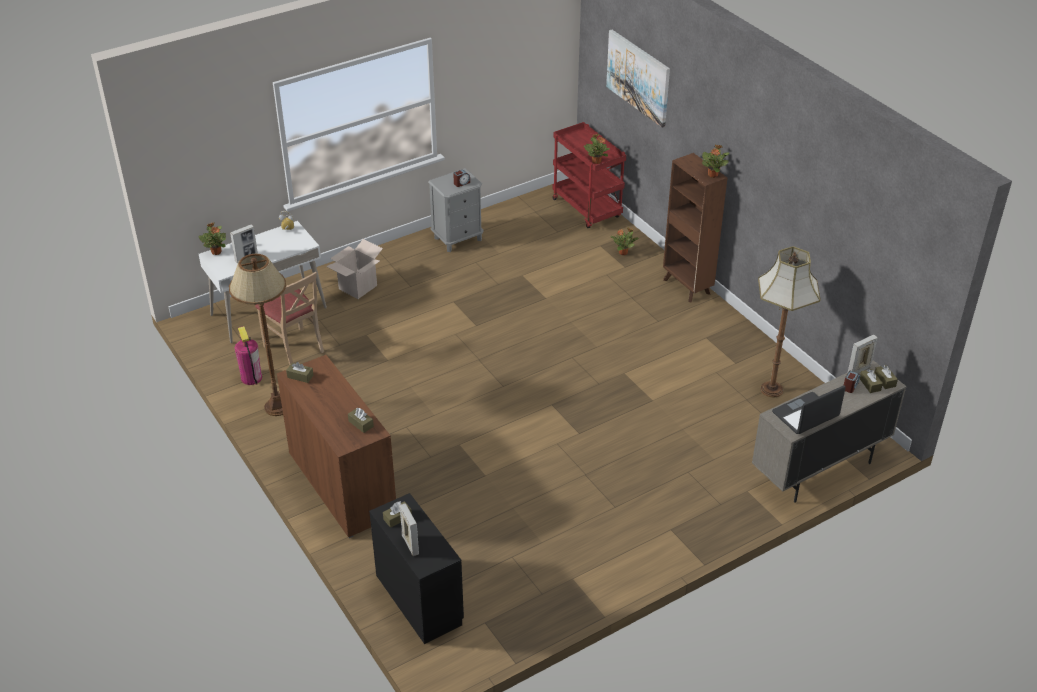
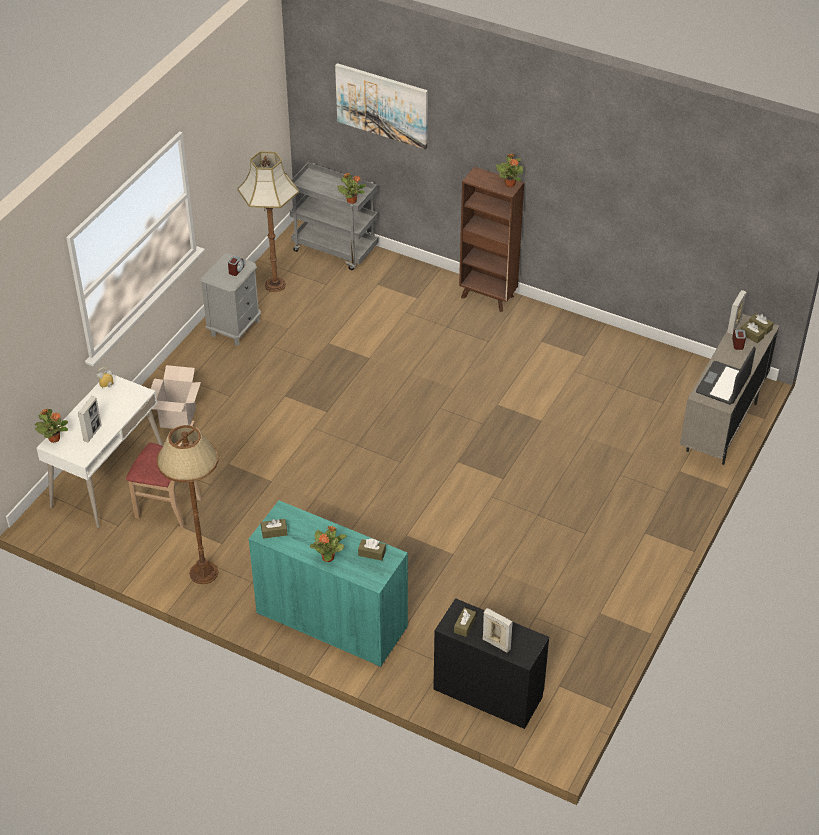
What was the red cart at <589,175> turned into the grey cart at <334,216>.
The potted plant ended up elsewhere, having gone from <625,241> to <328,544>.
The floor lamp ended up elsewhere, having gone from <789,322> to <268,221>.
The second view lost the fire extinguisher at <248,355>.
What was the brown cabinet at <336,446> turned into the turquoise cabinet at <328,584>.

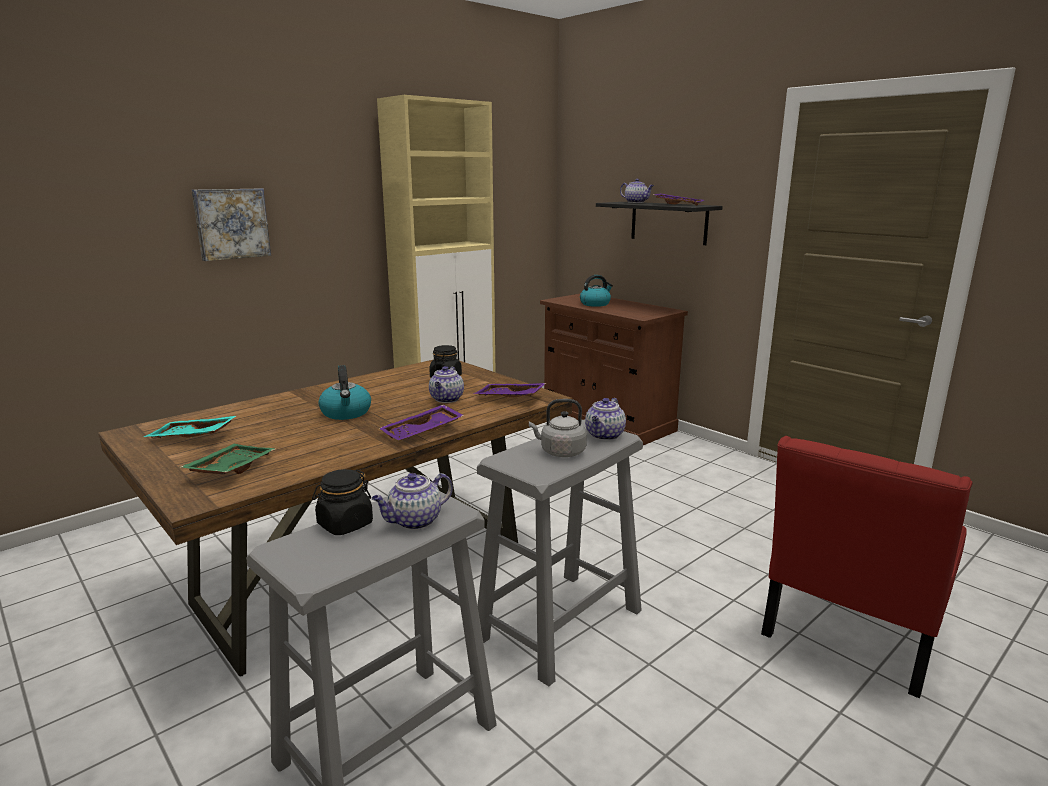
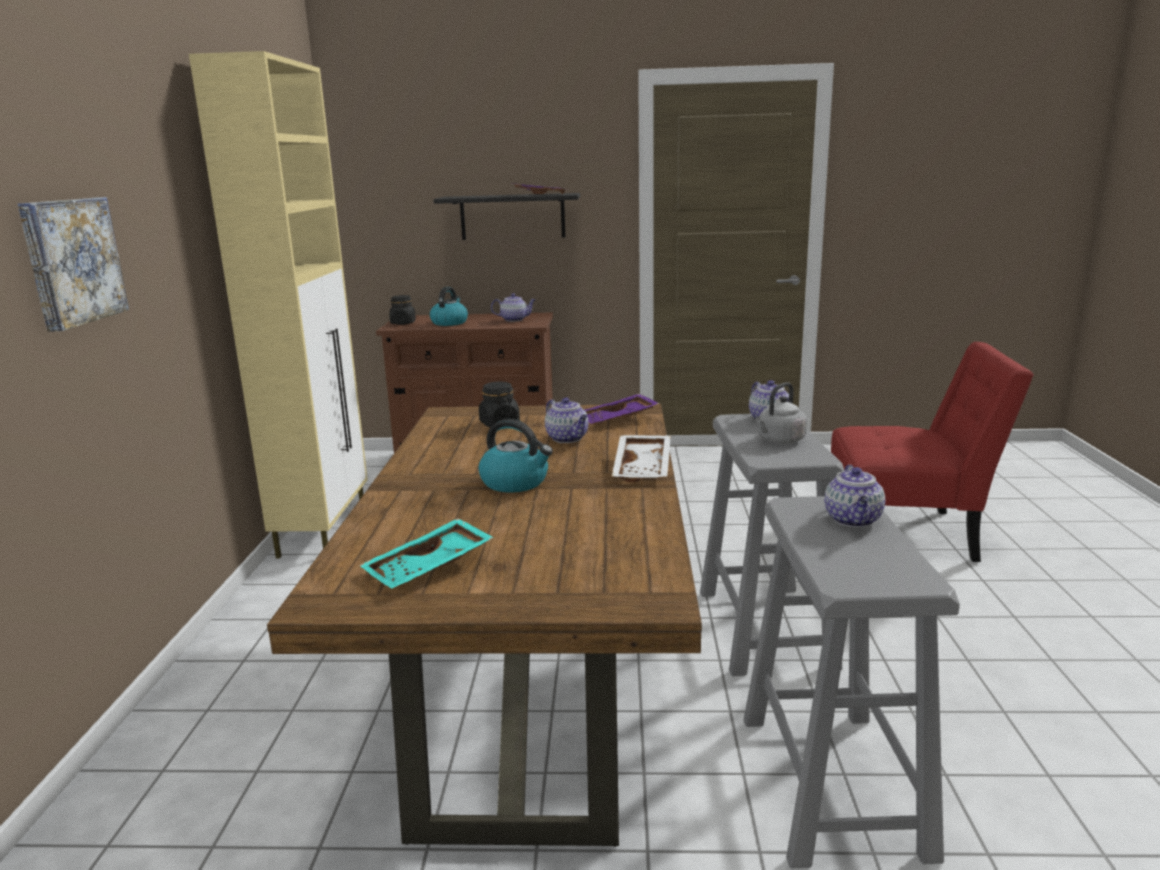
The teapot ended up elsewhere, having gone from <637,191> to <513,307>.
What was the purple tray at <421,423> turned into the white tray at <641,458>.
The red chair at <867,567> ended up facing another way, 75 degrees counterclockwise from before.
The second view lost the green tray at <227,459>.
The black jar ended up elsewhere, having gone from <342,502> to <402,310>.

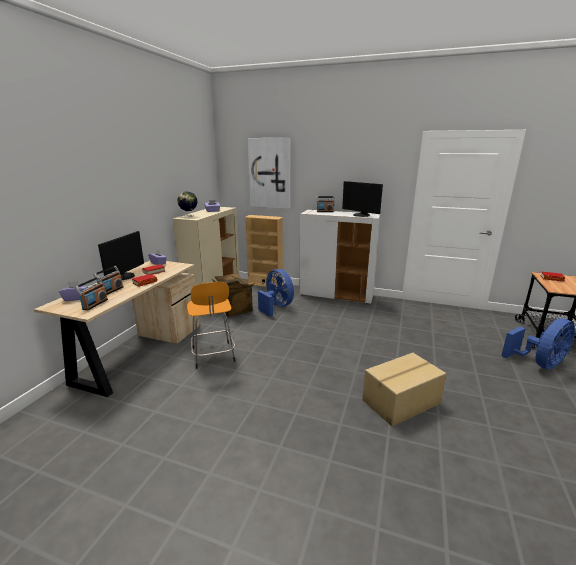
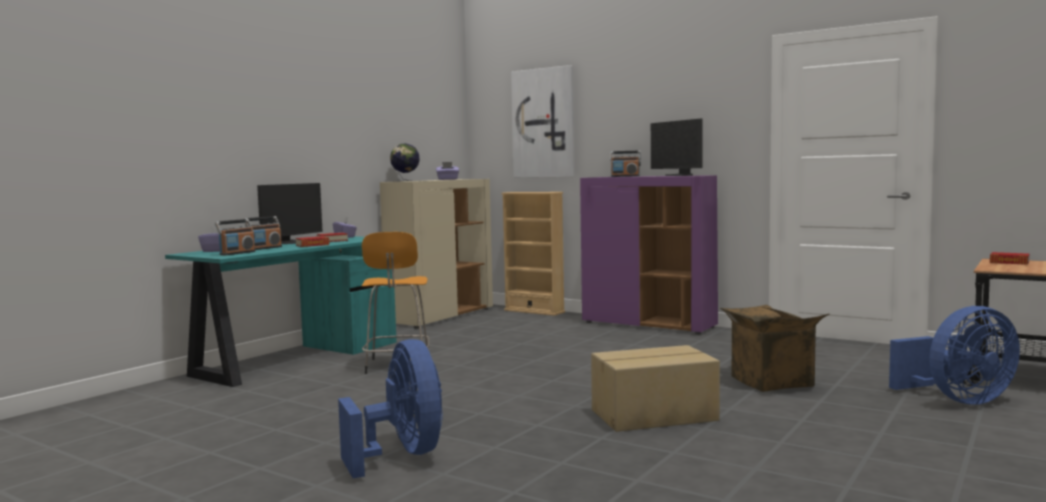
What was the white cabinet at <339,257> turned into the purple cabinet at <649,255>.
What was the beige desk at <116,329> turned into the turquoise desk at <281,311>.
The blue fan ended up elsewhere, having gone from <276,293> to <390,408>.
The cardboard box ended up elsewhere, having gone from <233,295> to <774,348>.

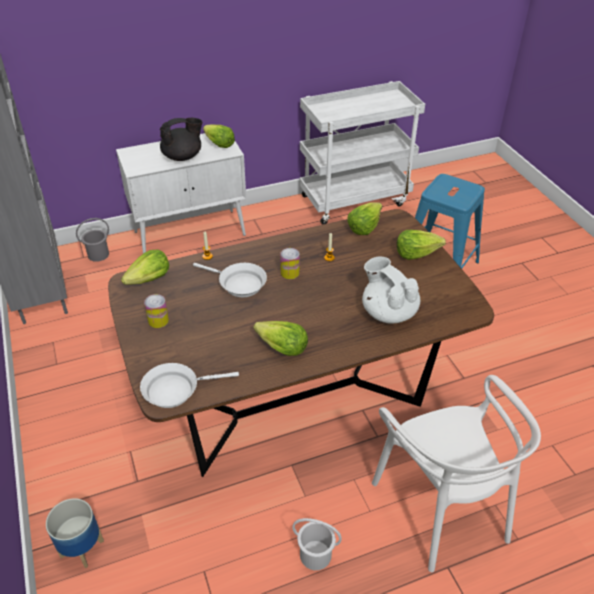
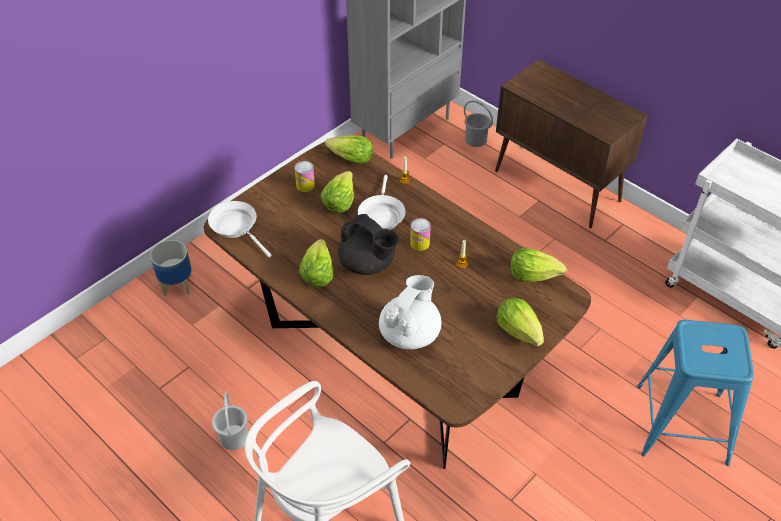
The black teapot ended up elsewhere, having gone from <181,139> to <368,244>.
The lettuce ended up elsewhere, having gone from <219,136> to <337,192>.
What was the white cabinet at <181,193> turned into the brown cabinet at <571,144>.

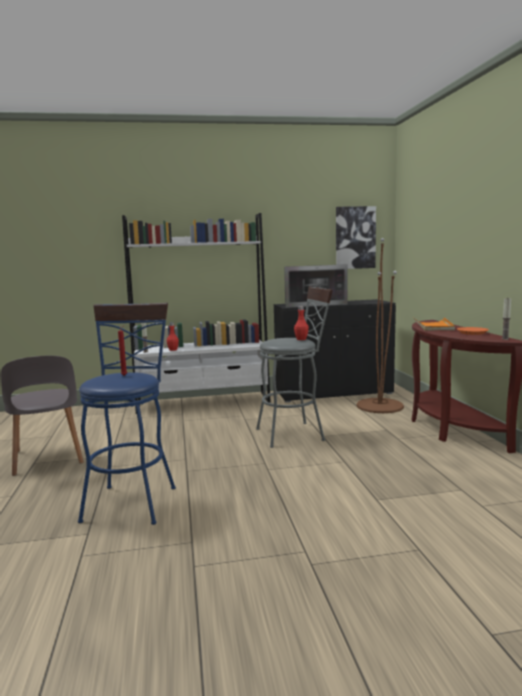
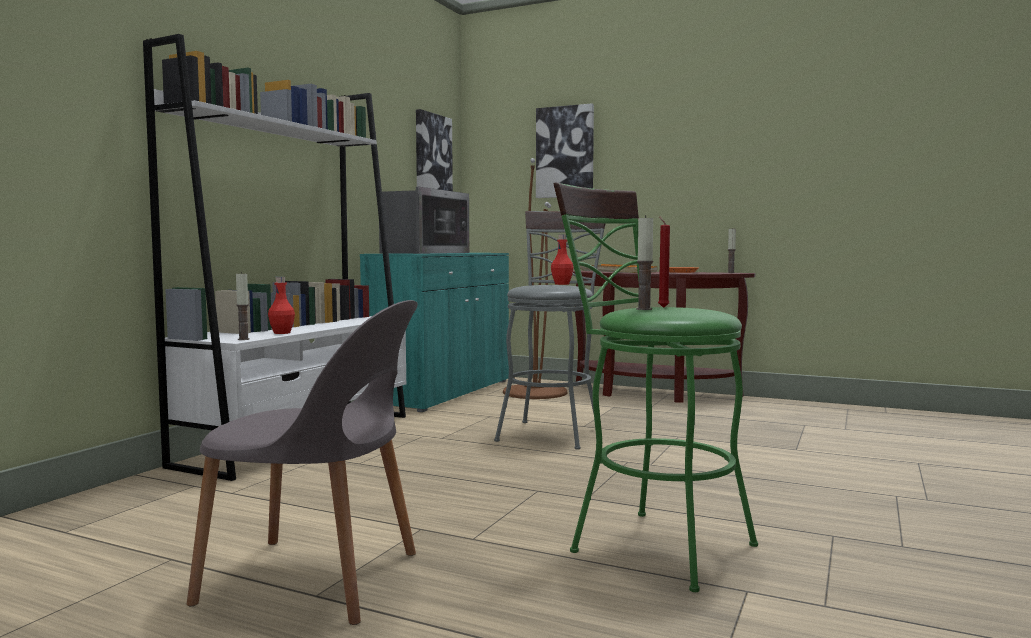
What was the black cabinet at <335,350> turned into the turquoise cabinet at <434,332>.
What was the blue stool at <127,414> turned into the green stool at <655,387>.
The second view gained the picture at <565,150>.
The second view gained the candle at <644,262>.

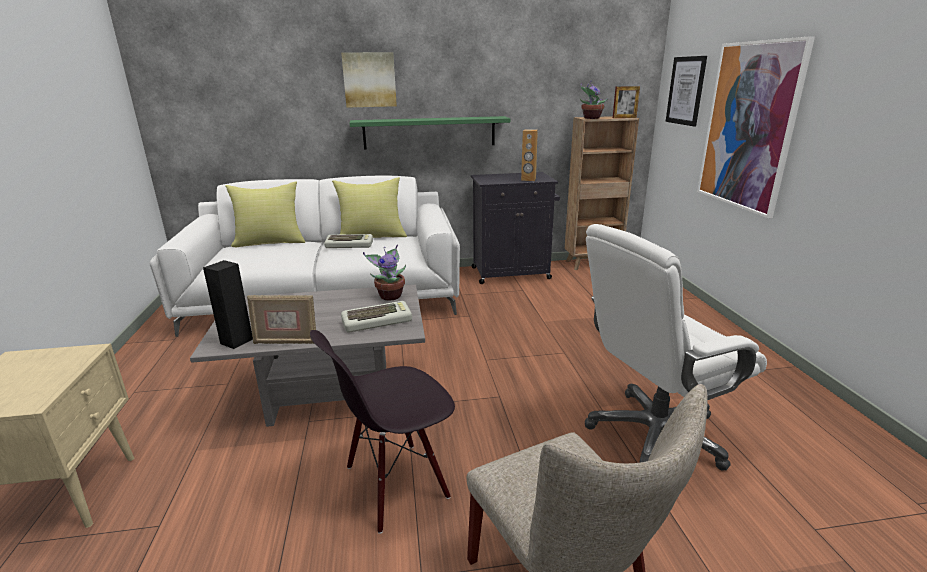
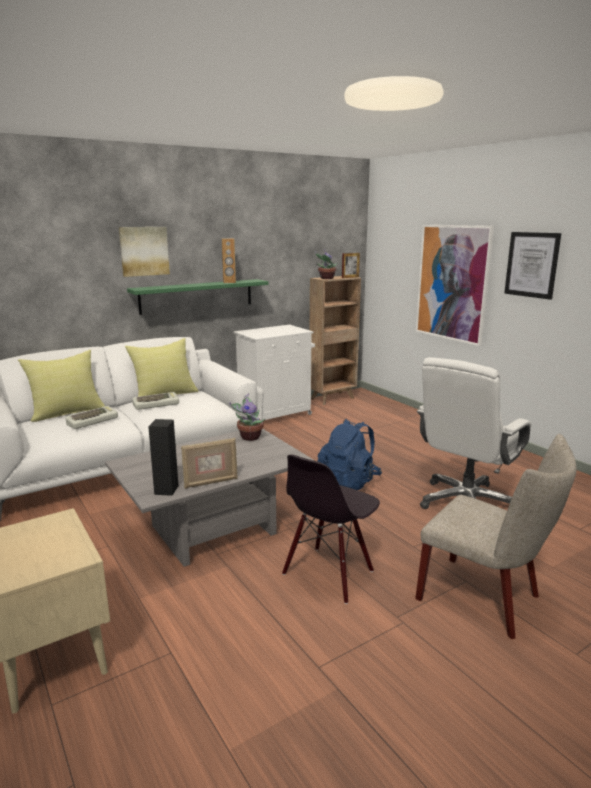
The picture ended up elsewhere, having gone from <686,91> to <532,266>.
The brown speaker ended up elsewhere, having gone from <529,155> to <228,260>.
What was the black cabinet at <515,228> turned into the white cabinet at <274,372>.
The keyboard ended up elsewhere, having gone from <376,317> to <92,417>.
The second view gained the blue backpack at <350,454>.

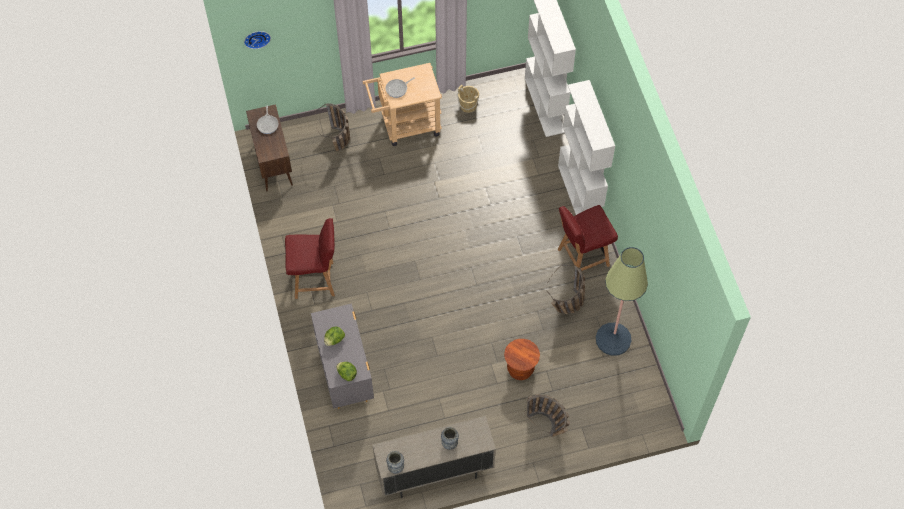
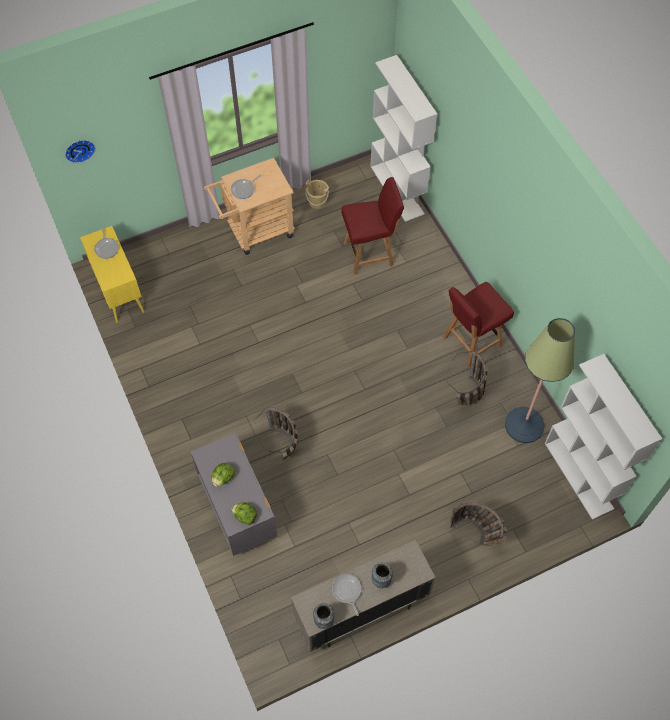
The white bookcase ended up elsewhere, having gone from <586,147> to <603,437>.
The basket ended up elsewhere, having gone from <332,127> to <276,433>.
What was the brown cabinet at <269,147> turned into the yellow cabinet at <112,274>.
The red chair ended up elsewhere, having gone from <310,258> to <372,226>.
The second view lost the brown stool at <522,359>.
The second view gained the frying pan at <346,595>.

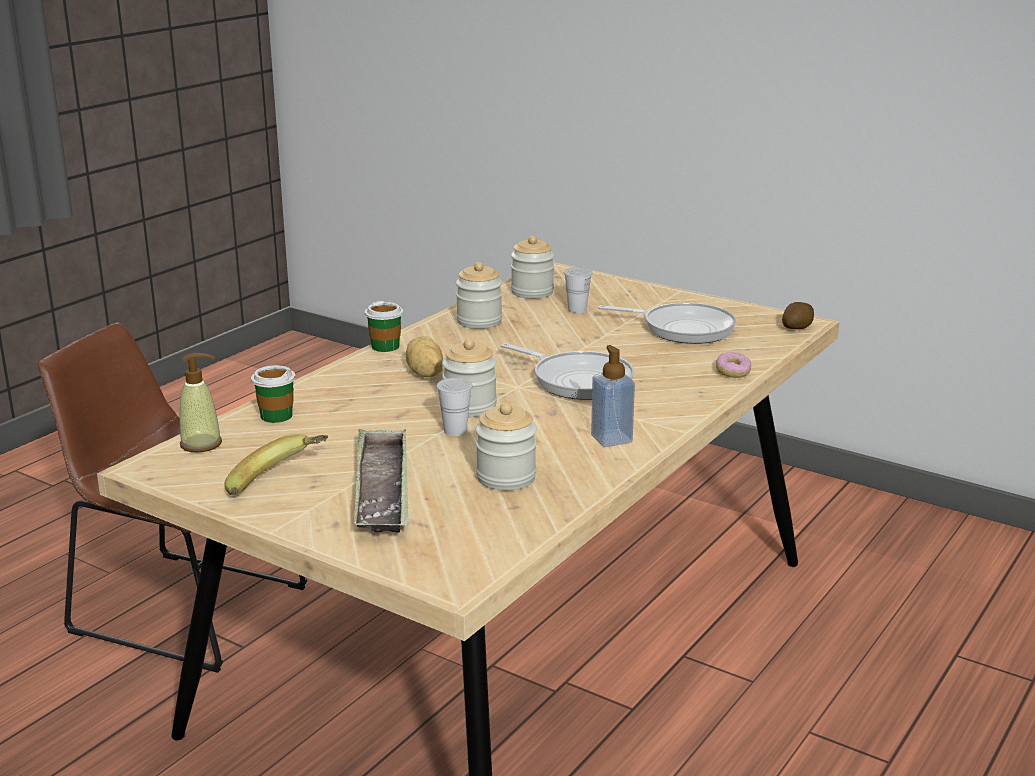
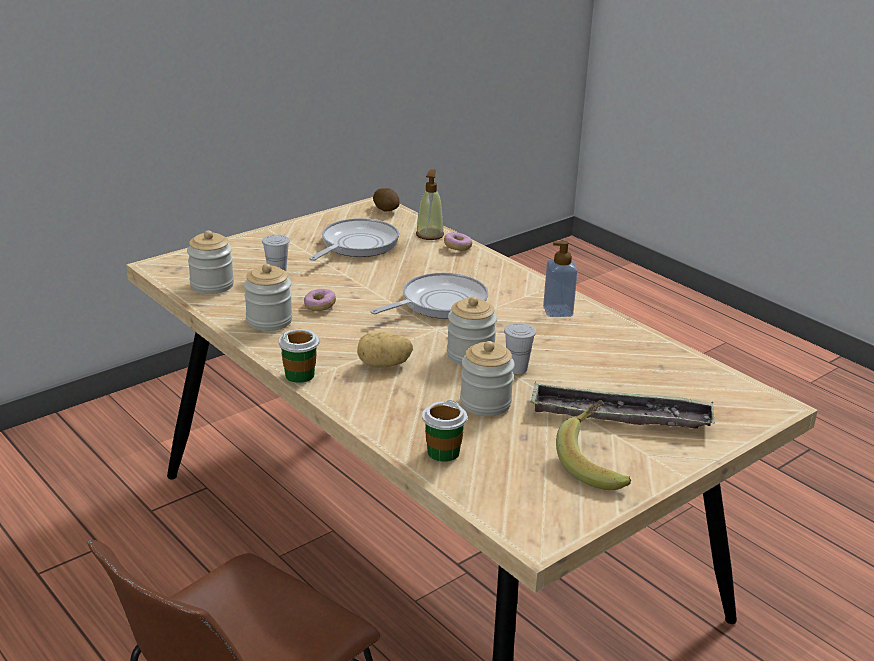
The soap dispenser ended up elsewhere, having gone from <200,403> to <430,204>.
The jar ended up elsewhere, having gone from <506,446> to <487,378>.
The second view gained the donut at <320,300>.

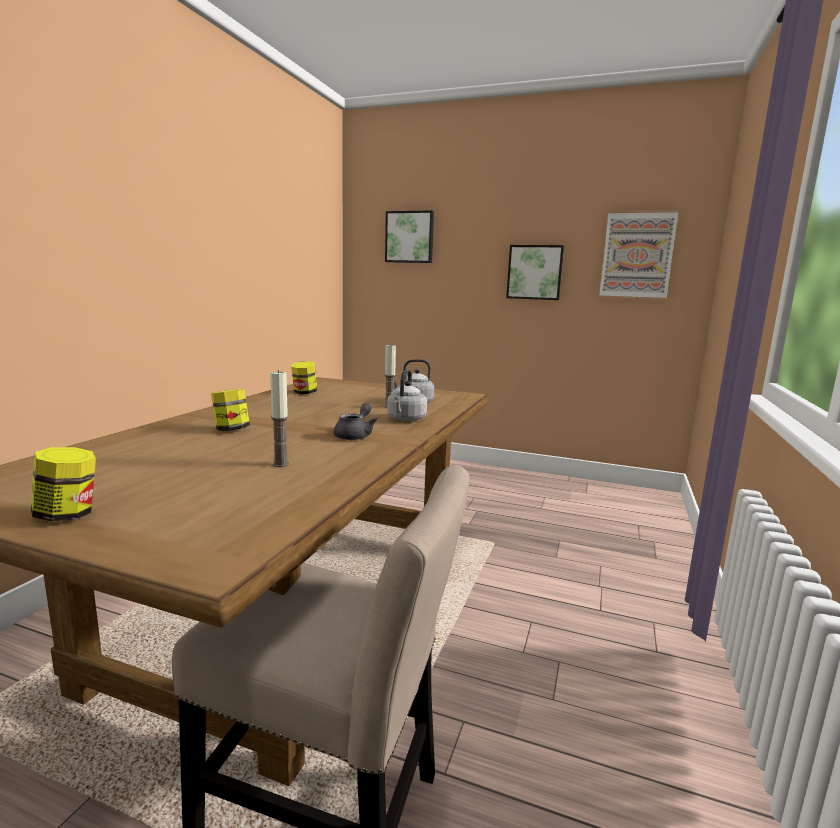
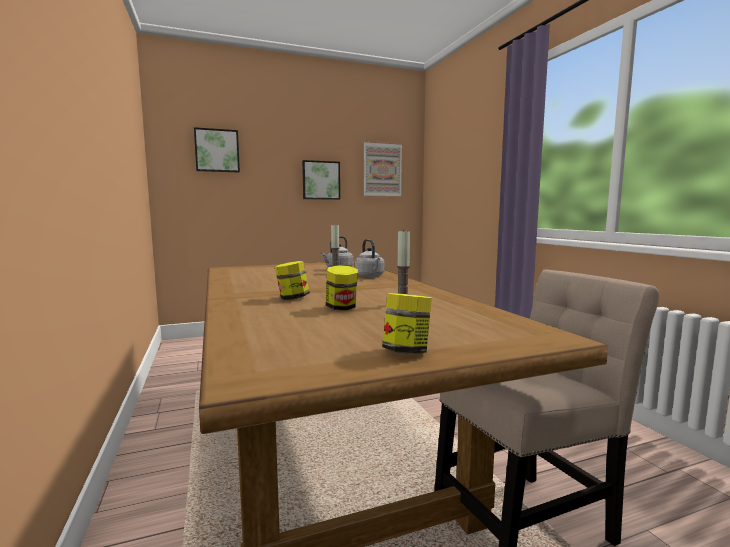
The jar ended up elsewhere, having gone from <304,377> to <342,287>.
The second view lost the grey teapot at <356,421>.

